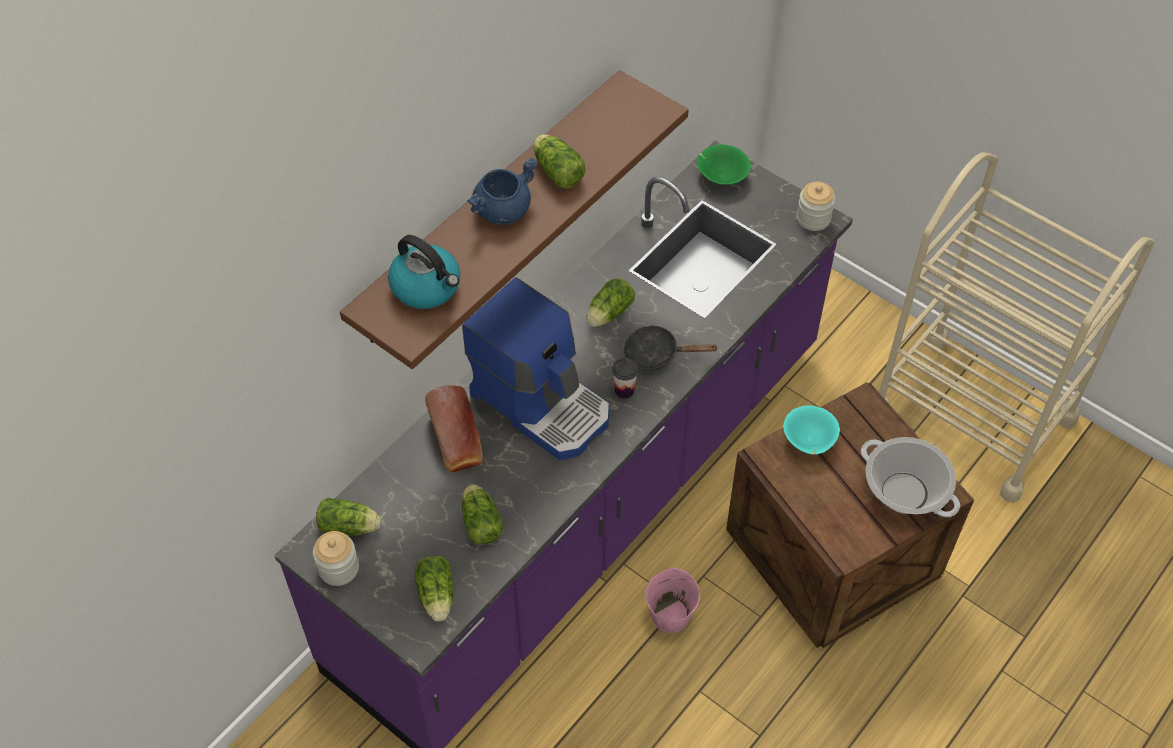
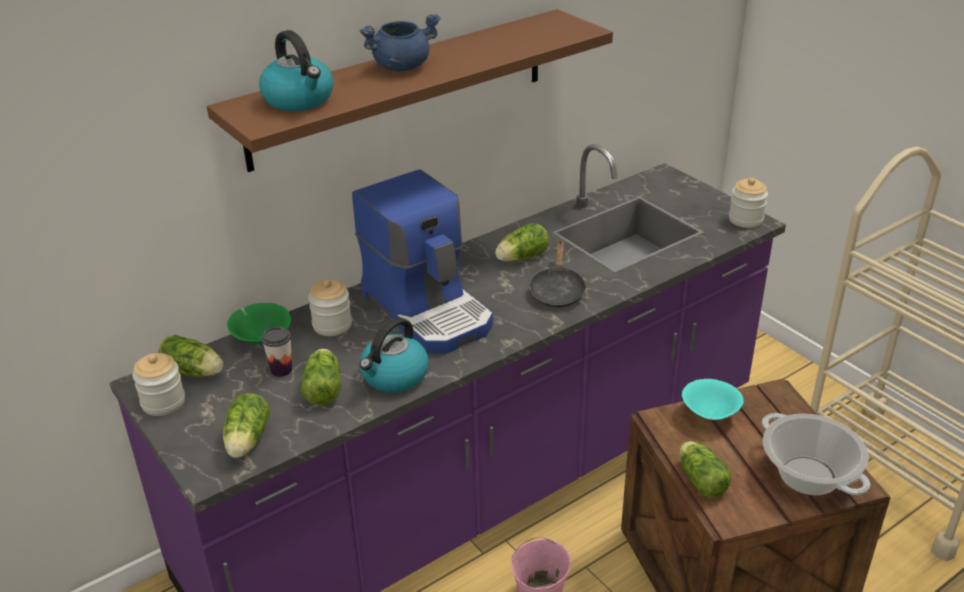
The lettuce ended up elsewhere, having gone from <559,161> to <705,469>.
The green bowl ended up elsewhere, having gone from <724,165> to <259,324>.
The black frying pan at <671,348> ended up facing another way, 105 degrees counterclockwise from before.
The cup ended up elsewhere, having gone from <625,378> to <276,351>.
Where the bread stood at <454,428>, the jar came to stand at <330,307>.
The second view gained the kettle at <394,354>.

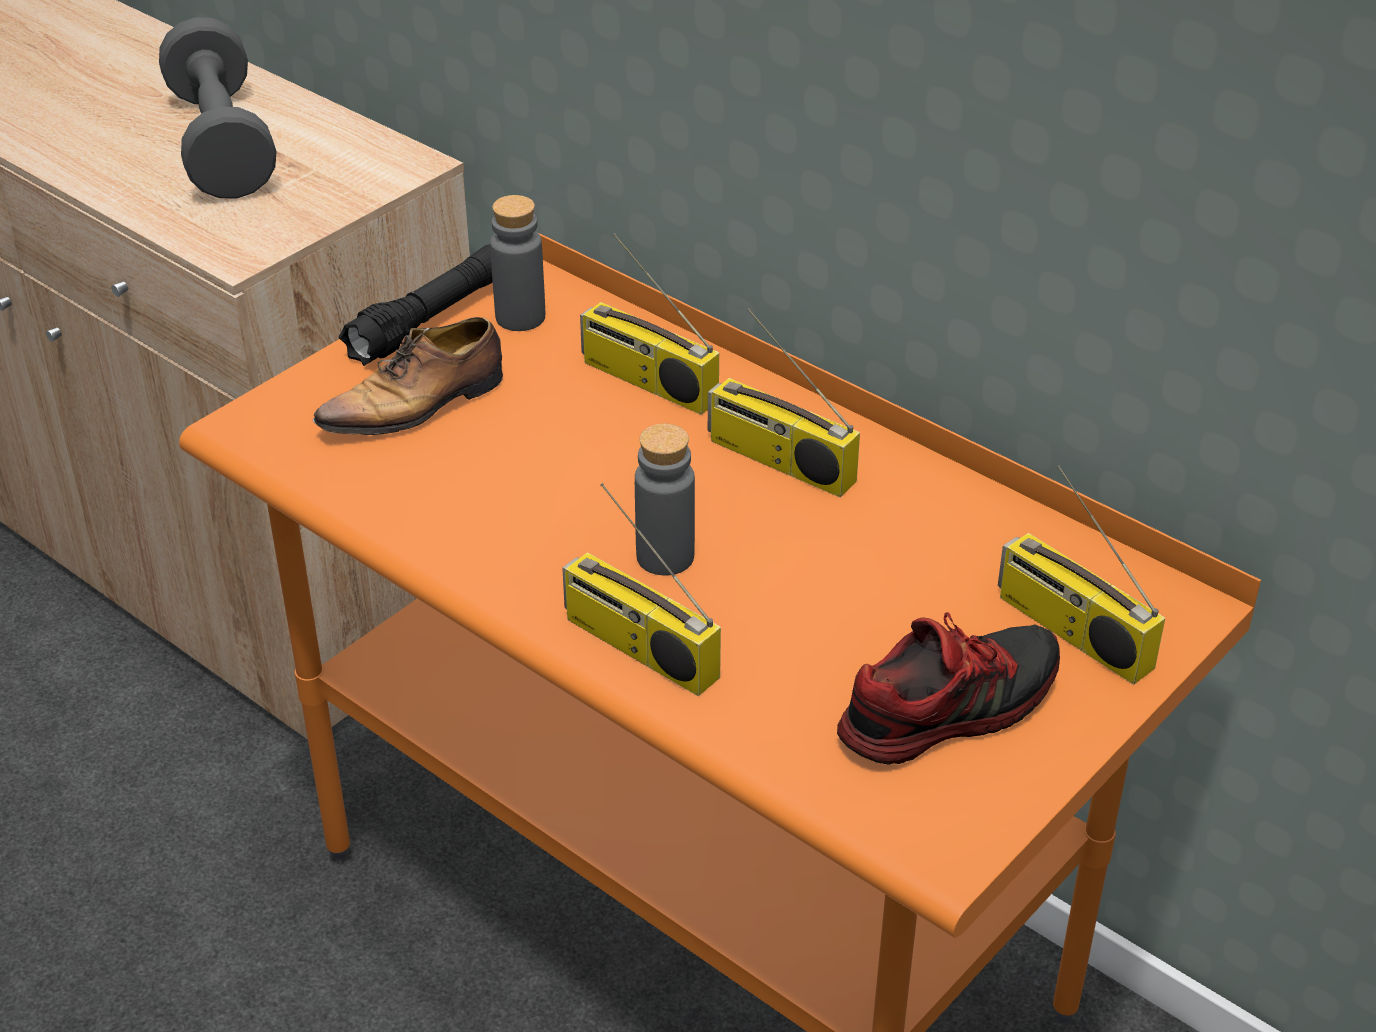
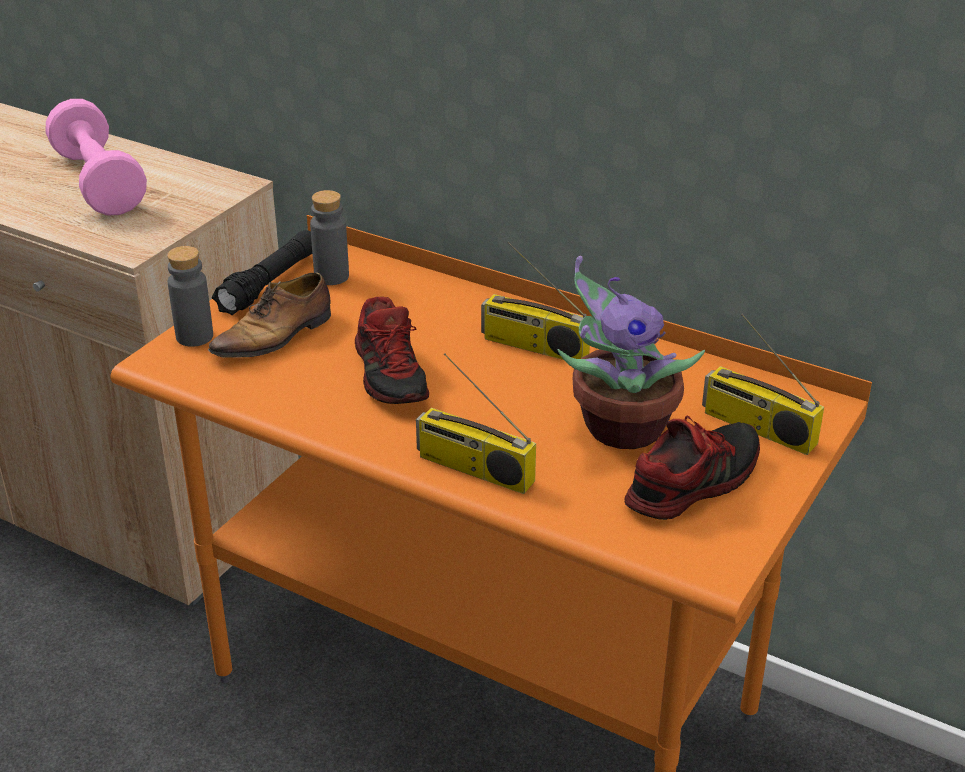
What was the grey dumbbell at <218,108> turned into the pink dumbbell at <96,157>.
The second view lost the radio at <649,324>.
The grey bottle ended up elsewhere, having gone from <665,500> to <190,296>.
The second view gained the potted plant at <631,352>.
The second view gained the shoe at <392,350>.

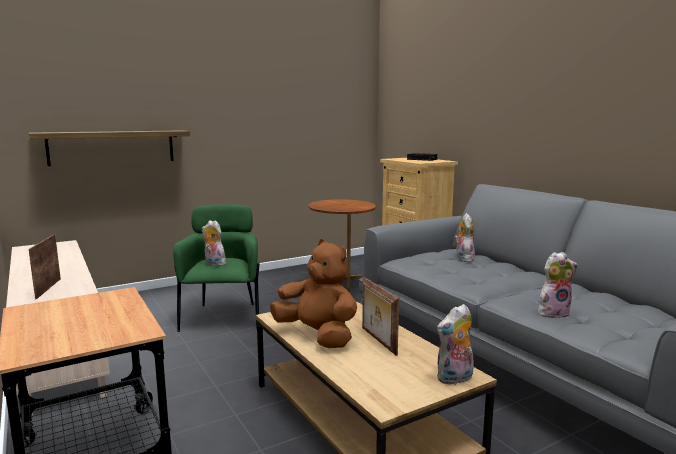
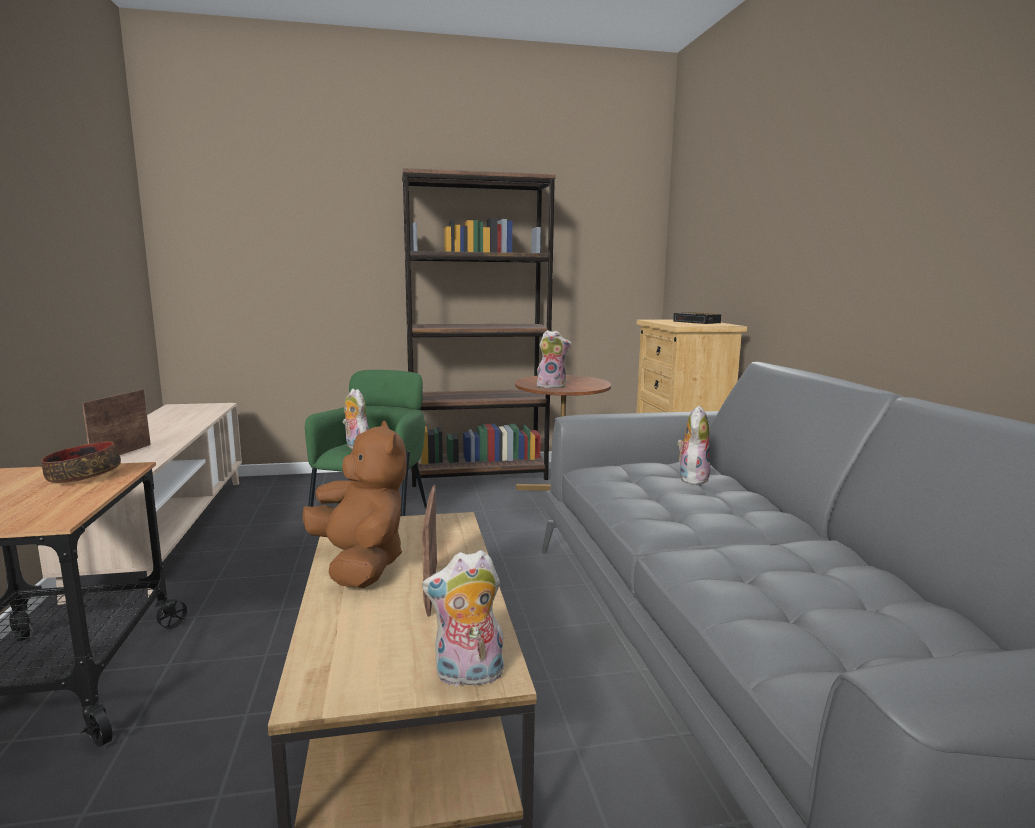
The second view lost the shelf at <109,148>.
The plush toy ended up elsewhere, having gone from <558,285> to <554,359>.
The second view gained the brown bookcase at <479,327>.
The second view gained the bowl at <81,462>.

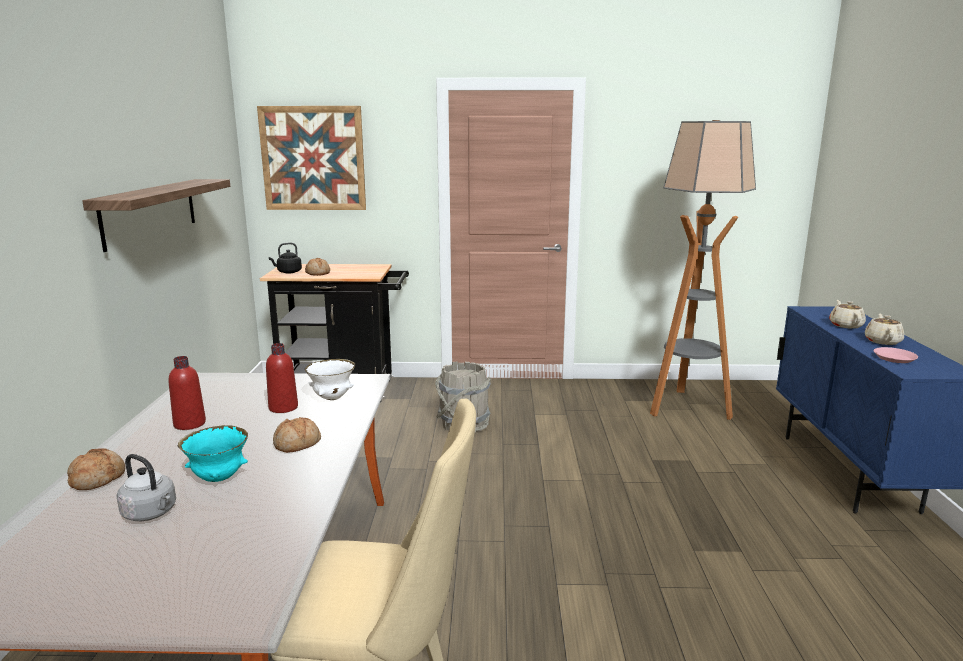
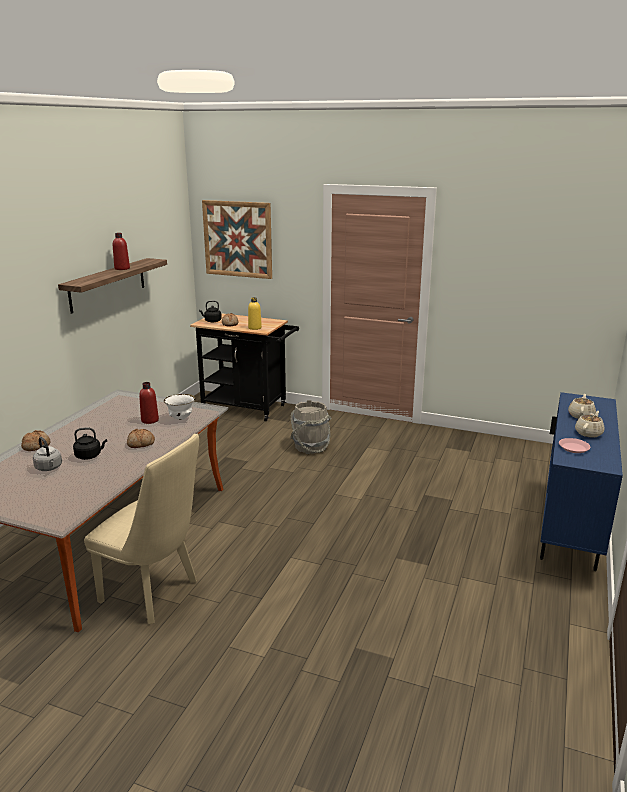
The second view lost the floor lamp at <703,270>.
The red bottle ended up elsewhere, having gone from <187,393> to <121,251>.
Where the turquoise bowl stood at <213,453>, the black kettle came to stand at <90,443>.
The second view gained the yellow bottle at <255,313>.

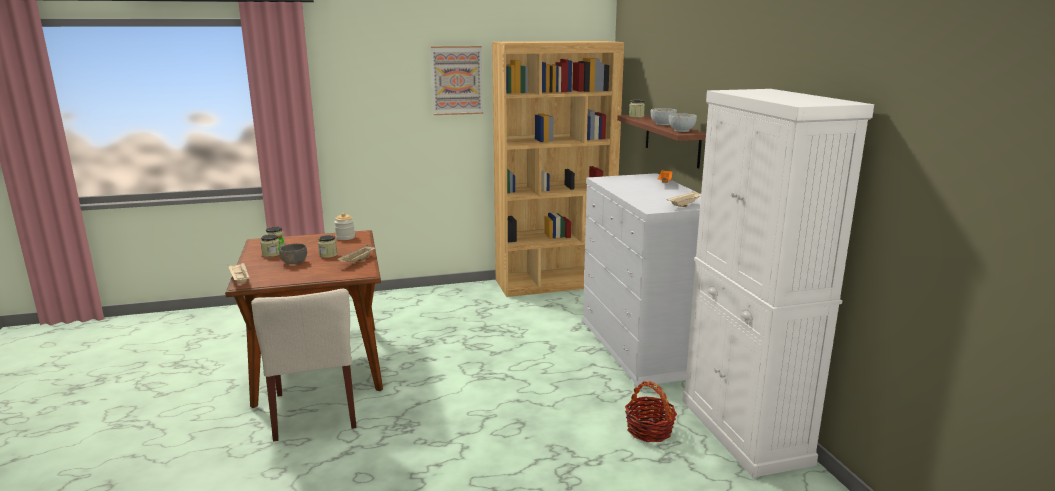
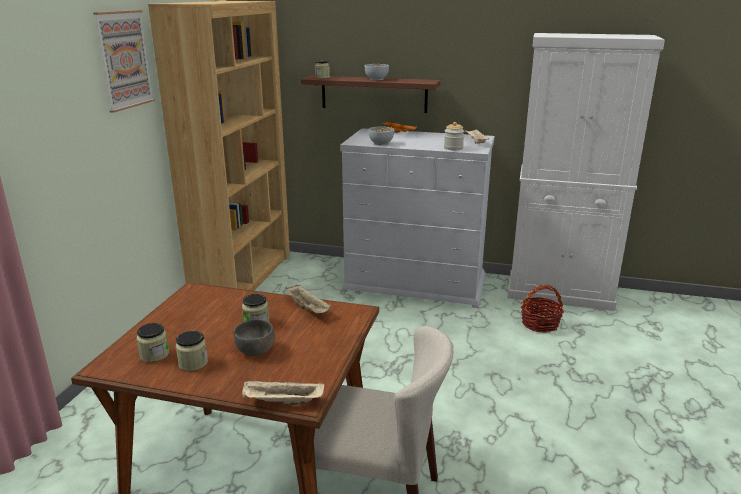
The bowl ended up elsewhere, having gone from <683,123> to <381,136>.
The jar ended up elsewhere, having gone from <344,226> to <454,136>.

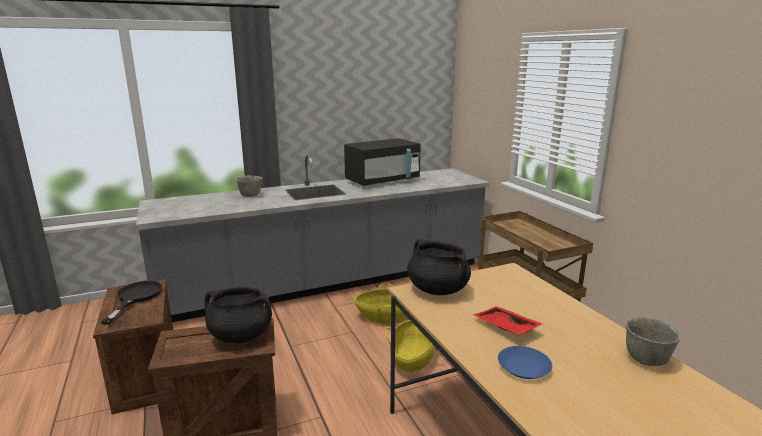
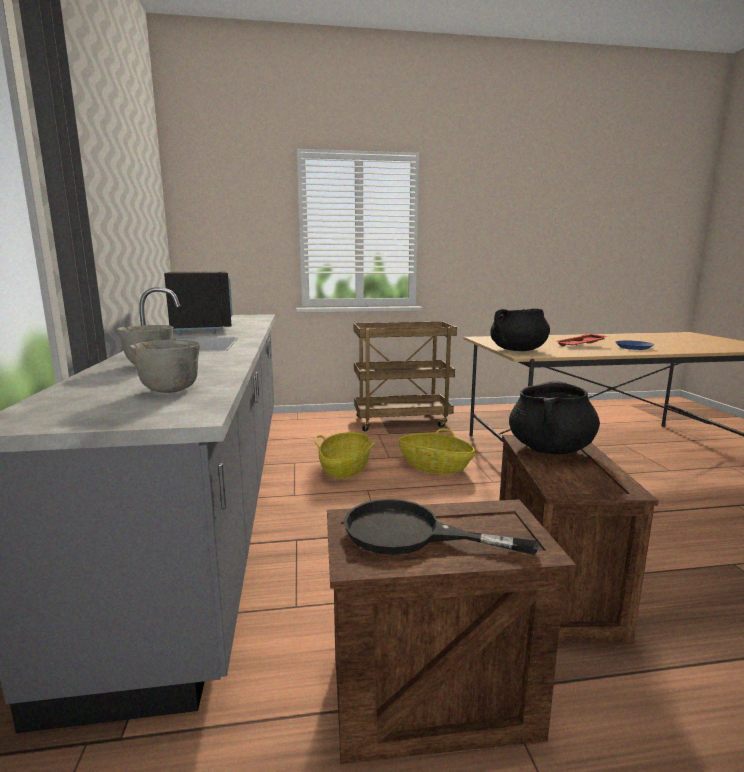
The grey bowl ended up elsewhere, having gone from <653,341> to <165,366>.

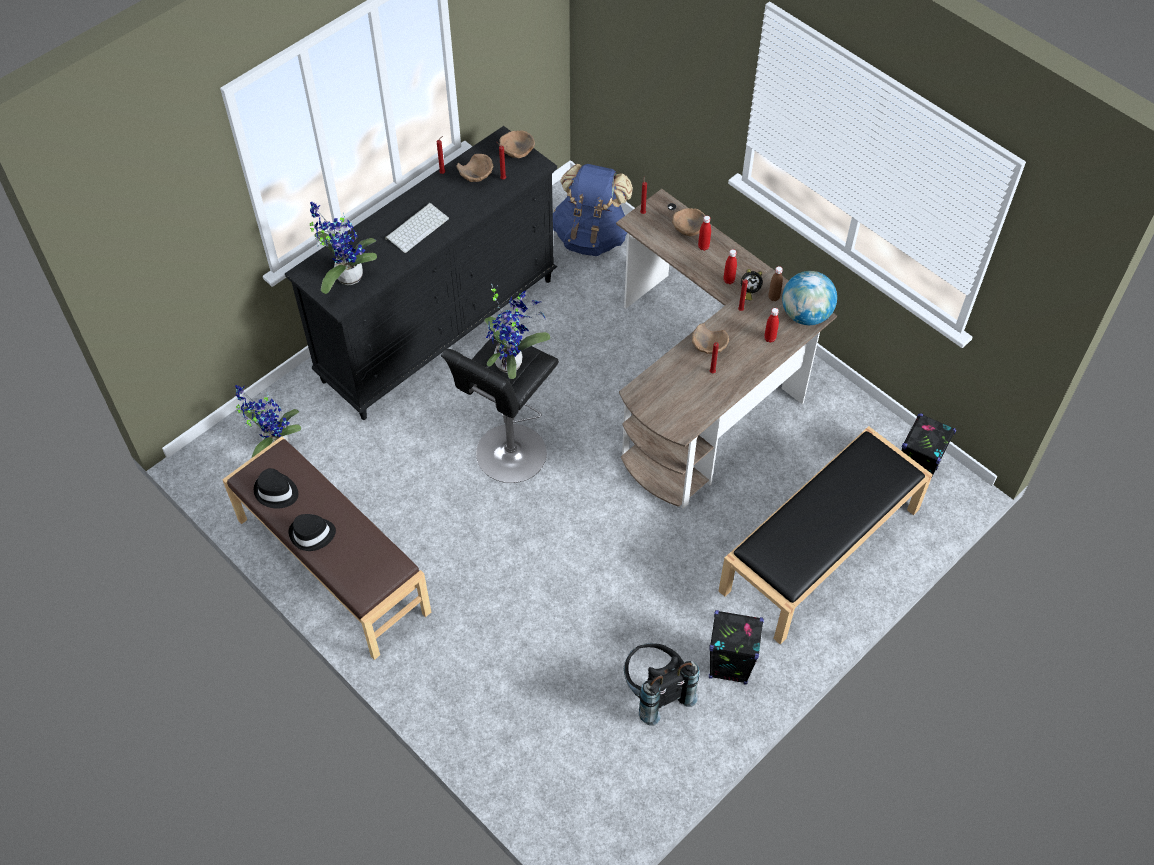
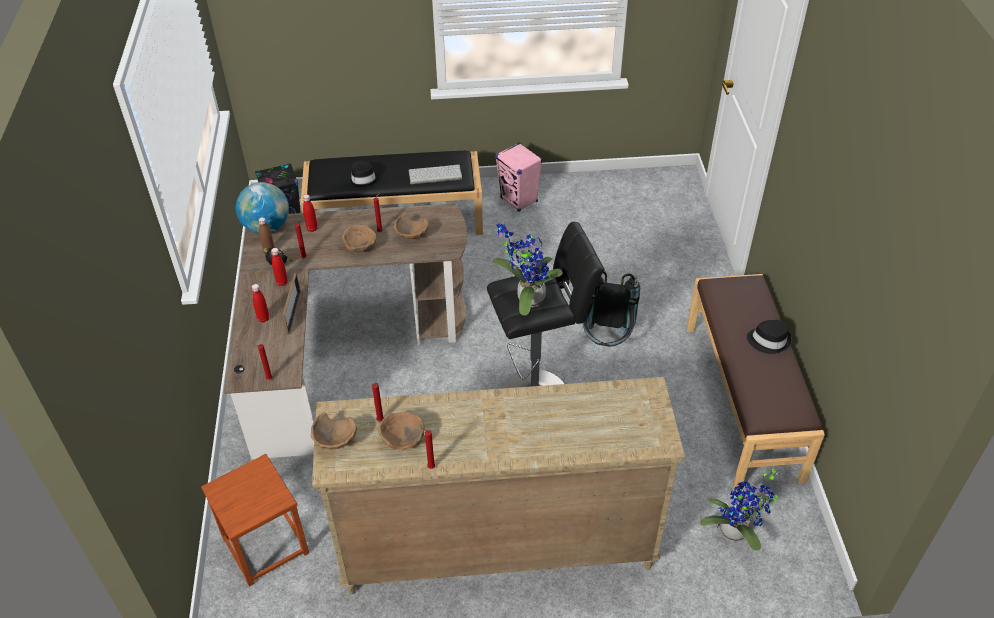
What was the black dresser at <421,273> turned into the beige dresser at <498,486>.
Where the blue backpack stood at <593,210>, the brown stool came to stand at <255,520>.
The second view lost the potted plant at <343,248>.
The keyboard ended up elsewhere, having gone from <417,228> to <435,174>.
The brown bowl ended up elsewhere, having gone from <688,222> to <411,226>.
The black hat ended up elsewhere, having gone from <276,488> to <363,174>.
What was the black speaker at <736,647> turned into the pink speaker at <519,177>.
The black backpack ended up elsewhere, having gone from <661,684> to <611,308>.
The second view gained the picture frame at <291,304>.

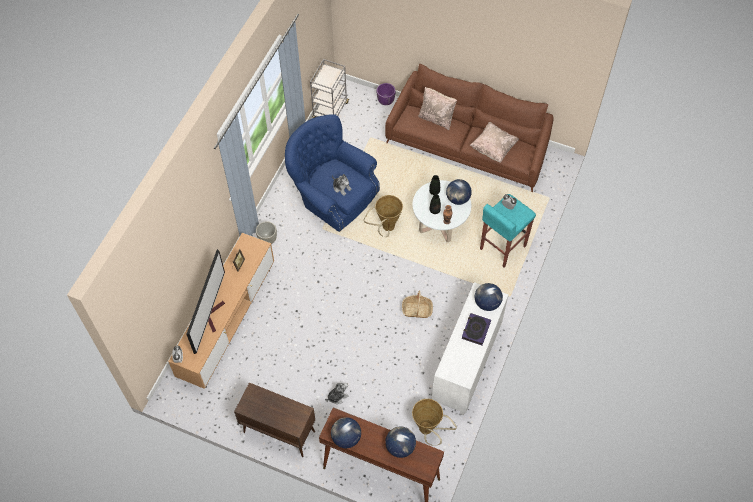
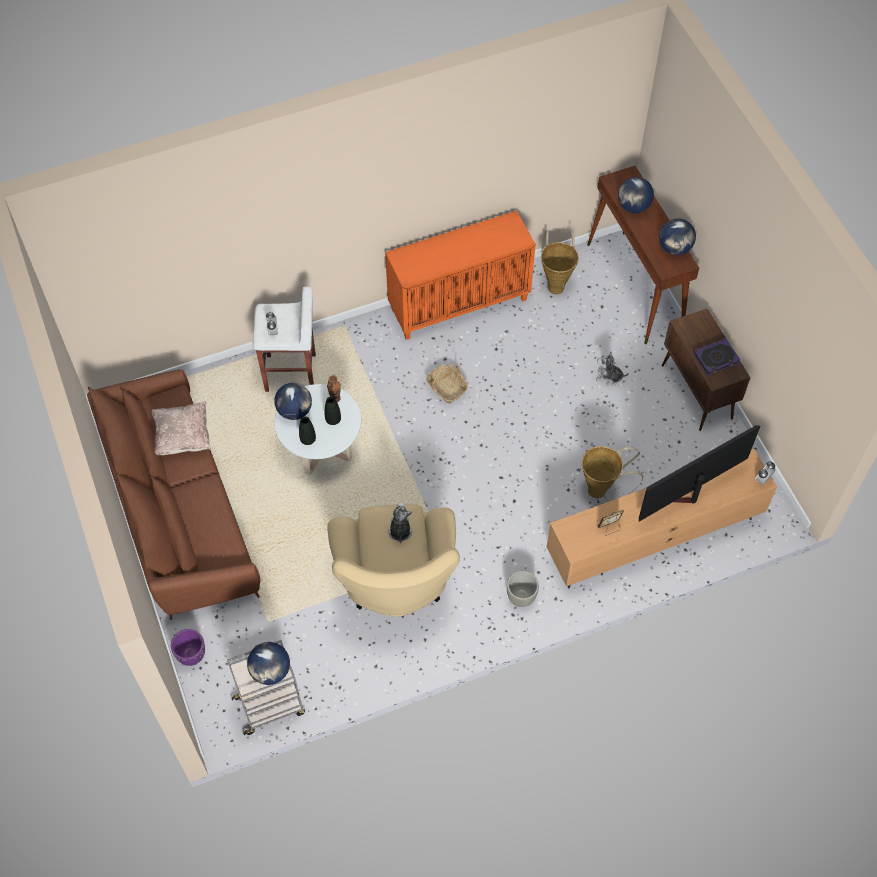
The second view lost the beige pillow at <437,108>.
What was the blue armchair at <332,173> turned into the beige armchair at <393,560>.
What was the turquoise stool at <508,230> turned into the white stool at <284,339>.
The basket ended up elsewhere, having gone from <383,216> to <612,473>.
What was the white cabinet at <470,348> turned into the orange cabinet at <460,275>.
The globe ended up elsewhere, having gone from <489,297> to <268,663>.
The book ended up elsewhere, having gone from <476,329> to <716,357>.

